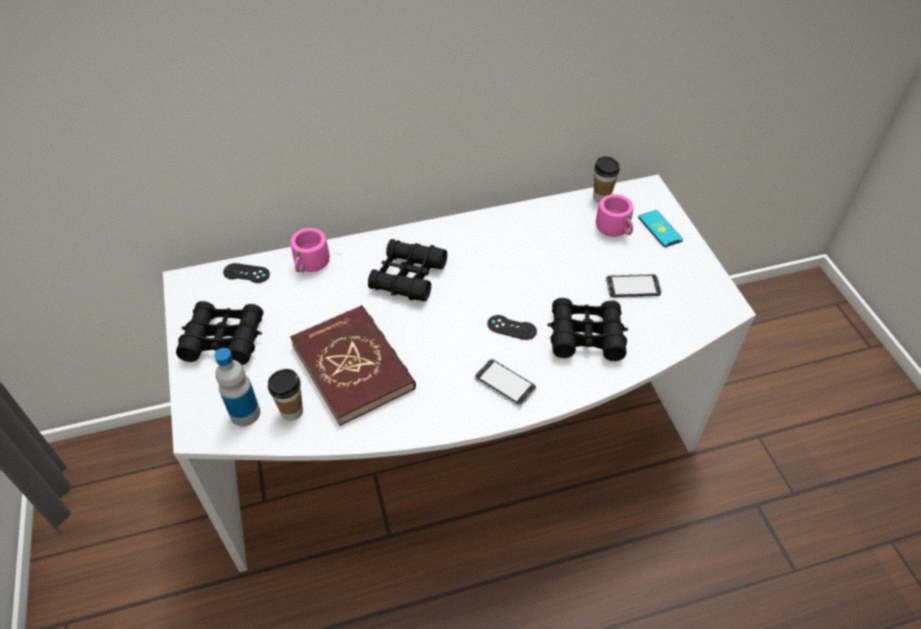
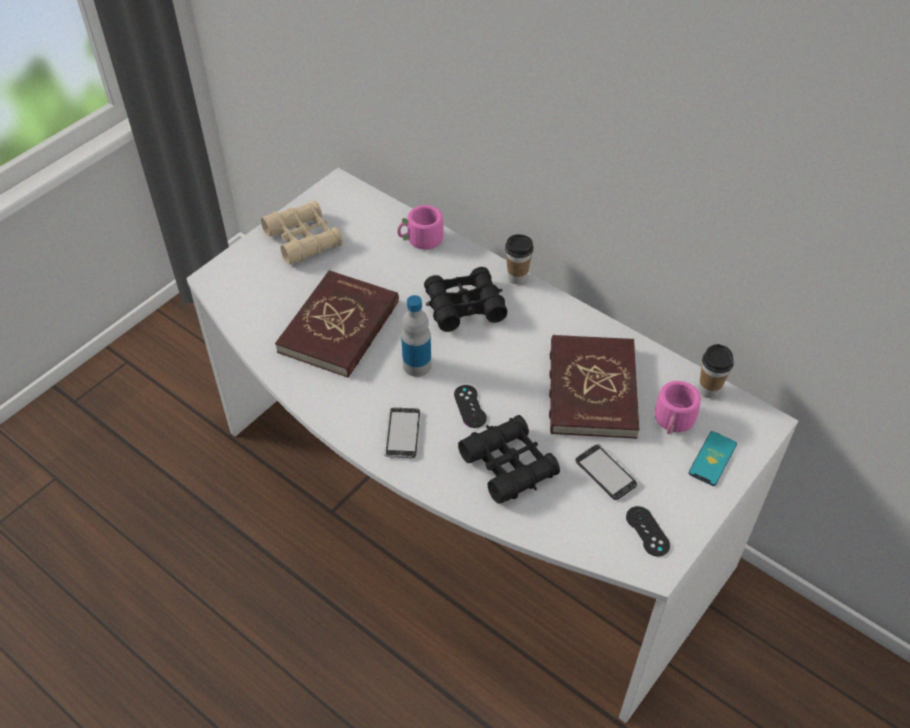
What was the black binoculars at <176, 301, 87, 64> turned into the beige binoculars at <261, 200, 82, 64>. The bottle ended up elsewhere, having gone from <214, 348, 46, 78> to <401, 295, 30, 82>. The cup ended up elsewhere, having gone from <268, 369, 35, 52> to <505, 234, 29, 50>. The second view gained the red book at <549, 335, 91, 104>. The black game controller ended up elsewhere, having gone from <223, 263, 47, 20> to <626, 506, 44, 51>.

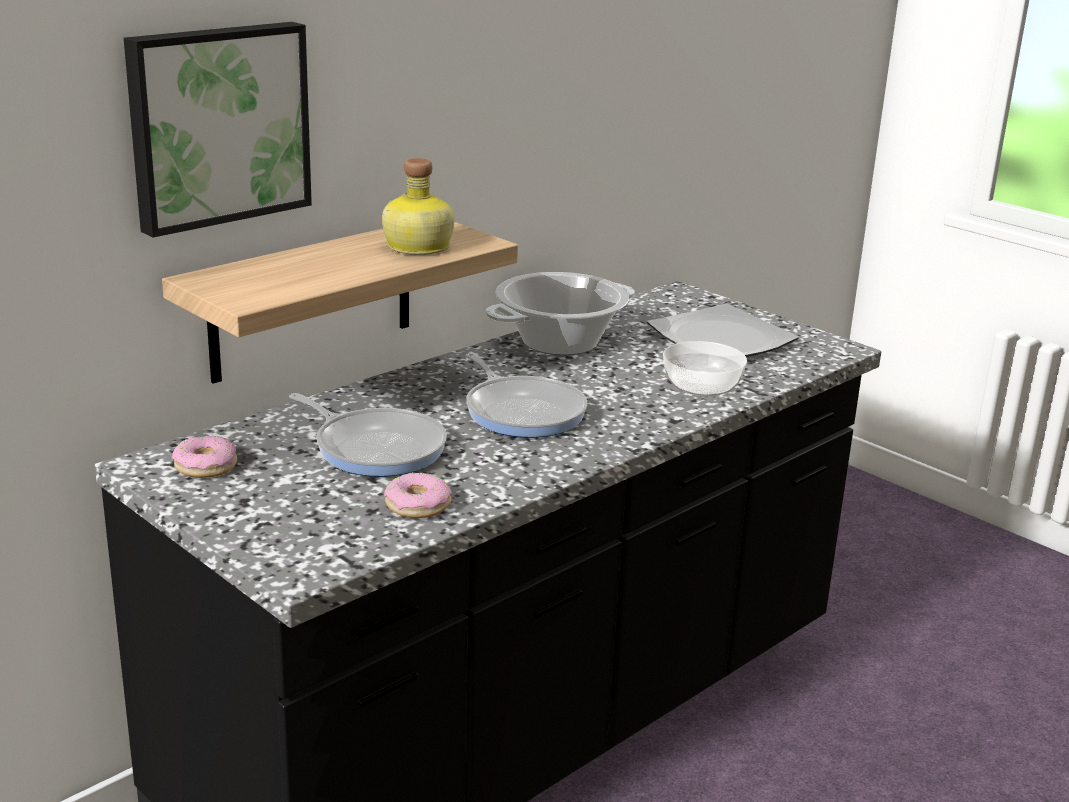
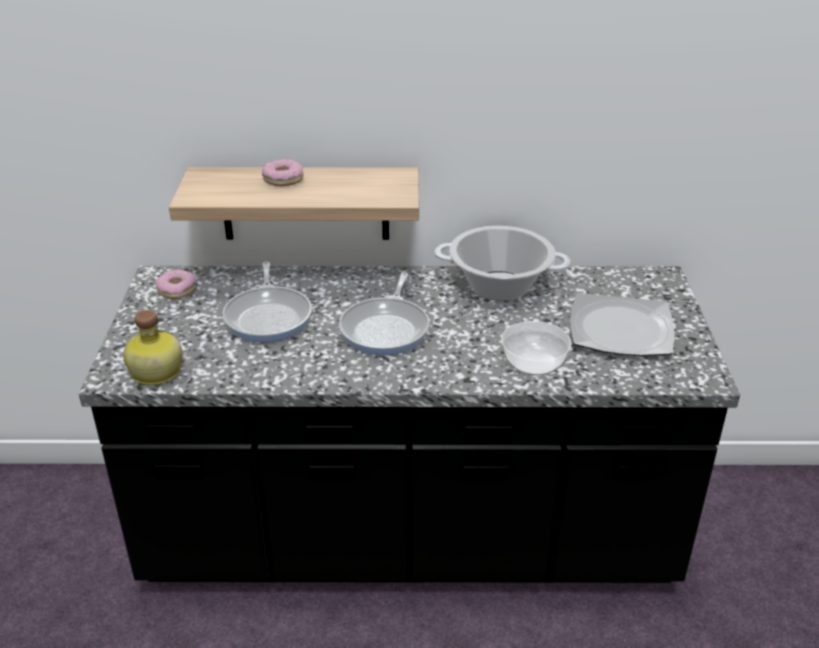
The bottle ended up elsewhere, having gone from <382, 158, 73, 97> to <123, 310, 59, 75>. The donut ended up elsewhere, having gone from <384, 473, 68, 45> to <262, 159, 42, 27>. The second view lost the picture at <124, 22, 188, 215>.

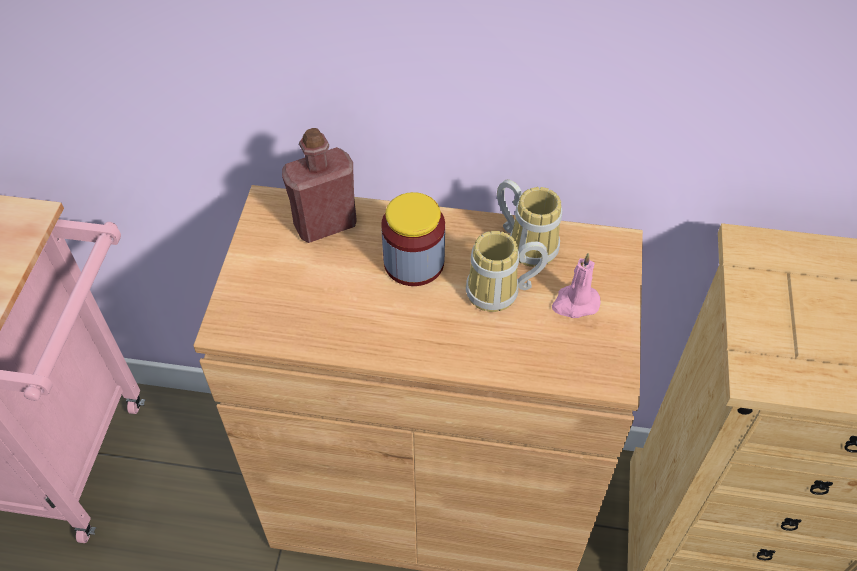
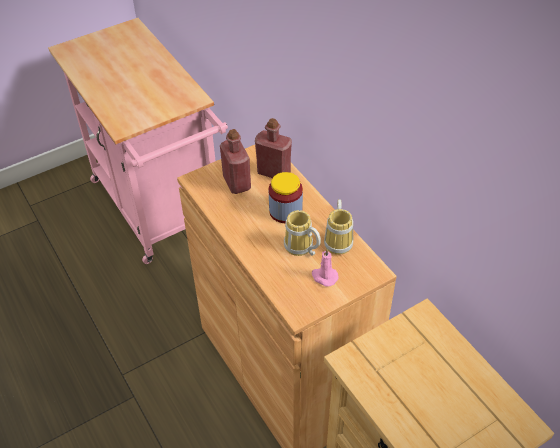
The second view gained the red bottle at <220, 129, 31, 65>.

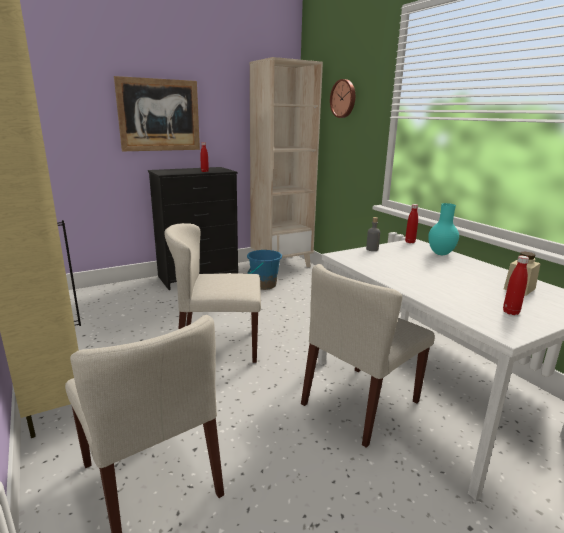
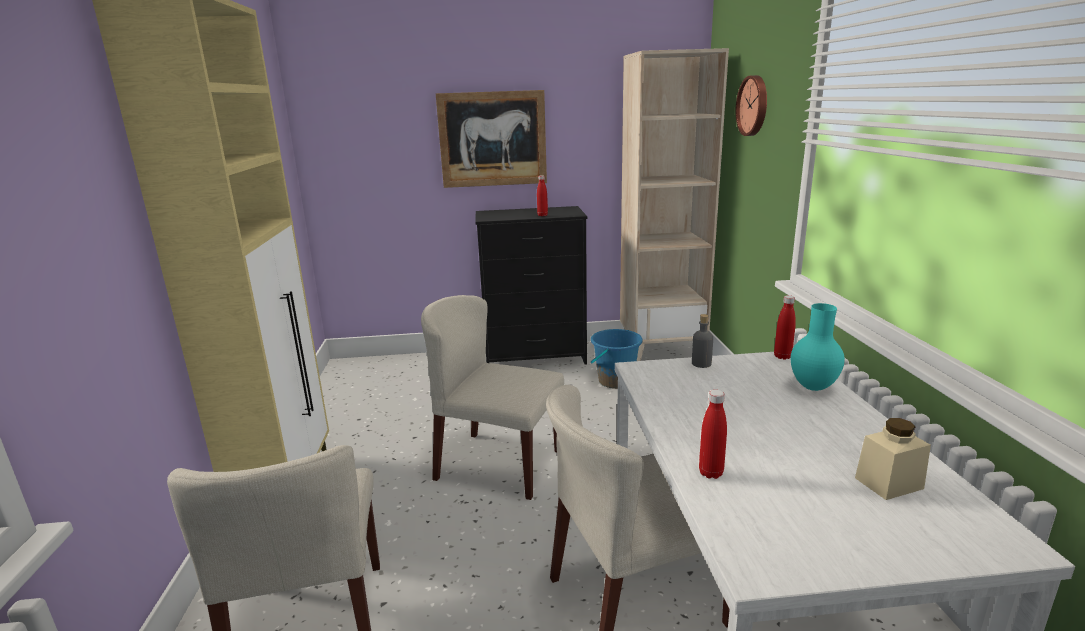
The red bottle ended up elsewhere, having gone from <503, 256, 26, 59> to <699, 390, 28, 89>.

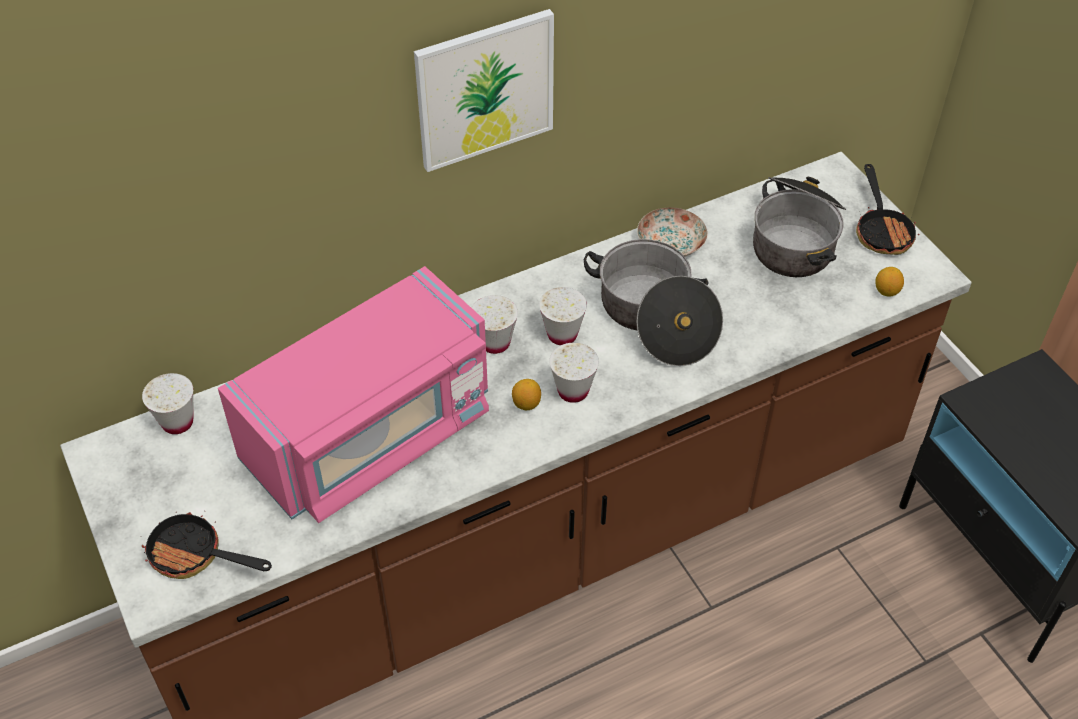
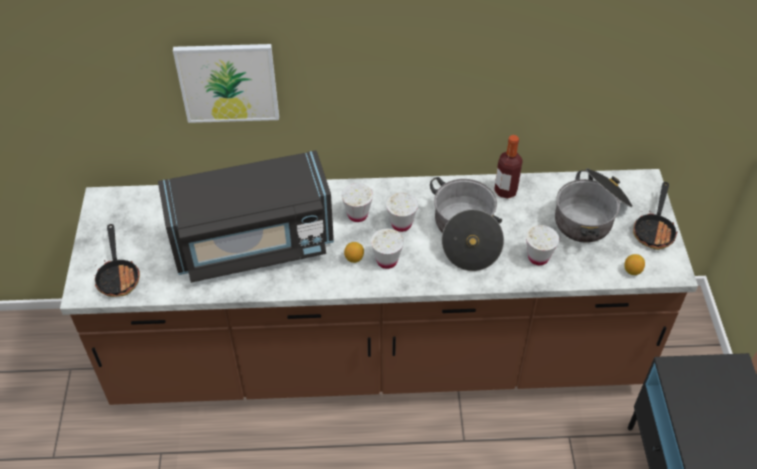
The frying pan at <140, 512, 132, 67> ended up facing another way, 150 degrees counterclockwise from before. What was the pink microwave at <218, 266, 271, 257> turned into the black microwave at <158, 150, 176, 133>. The picture ended up elsewhere, having gone from <414, 9, 140, 163> to <173, 44, 106, 79>. Where the plate stood at <637, 207, 71, 50>, the bottle came to stand at <494, 135, 29, 64>. The white cup ended up elsewhere, having gone from <142, 373, 51, 61> to <526, 225, 33, 40>.

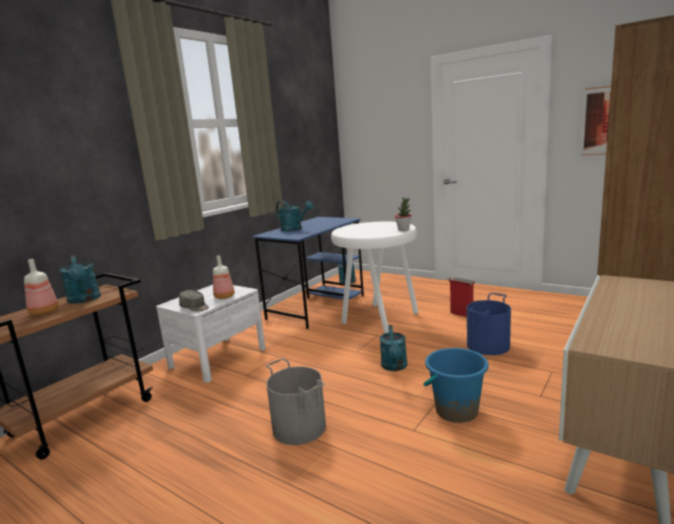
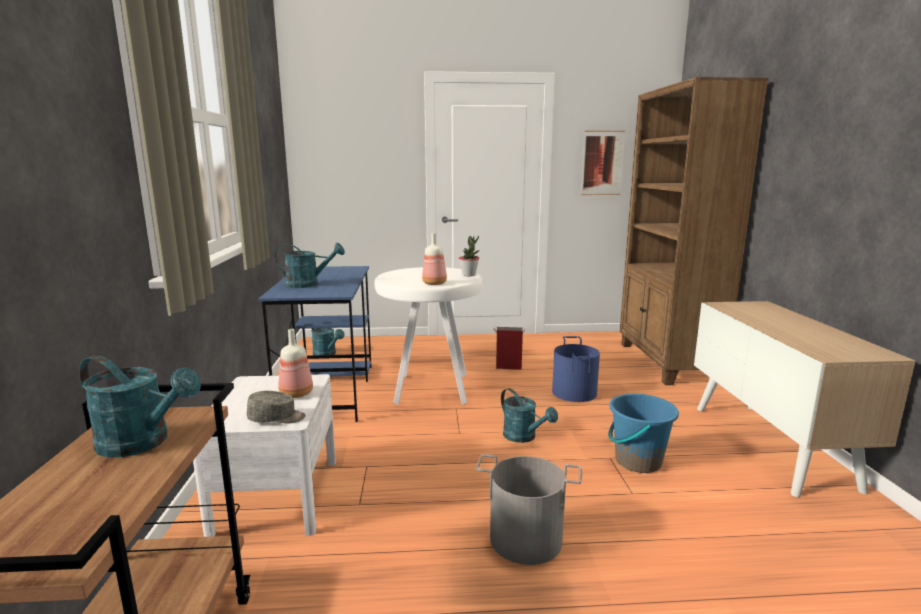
The bottle ended up elsewhere, having gone from <24, 259, 35, 56> to <422, 233, 25, 52>.

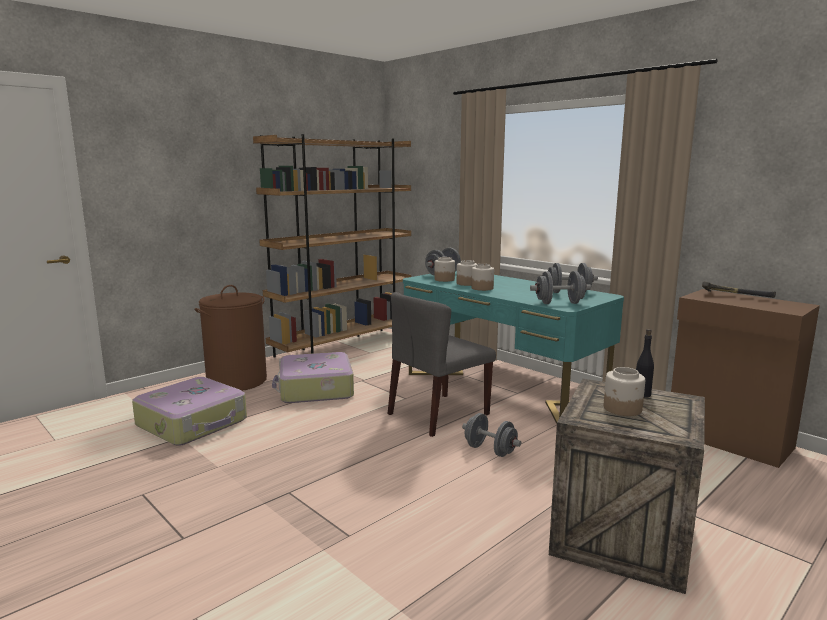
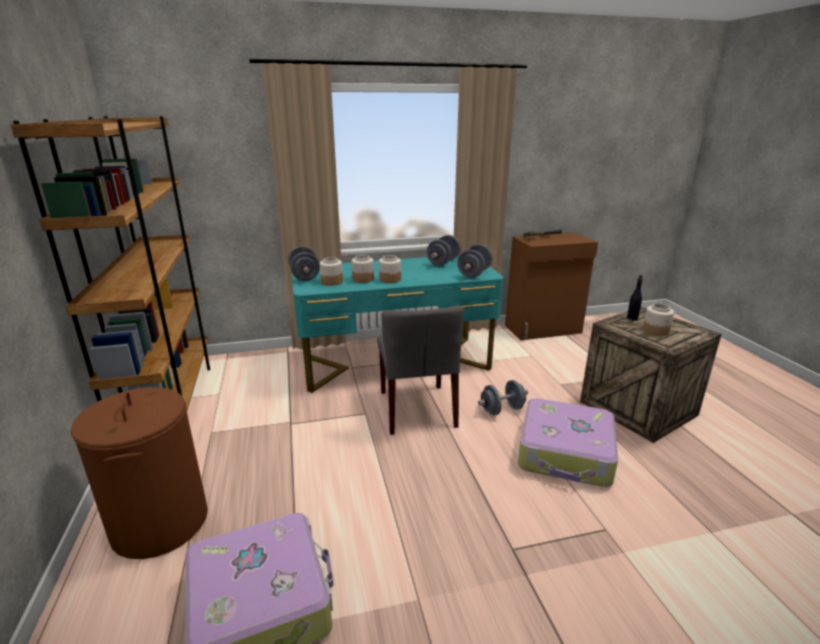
The suitcase ended up elsewhere, having gone from <272, 352, 82, 51> to <518, 398, 100, 89>.

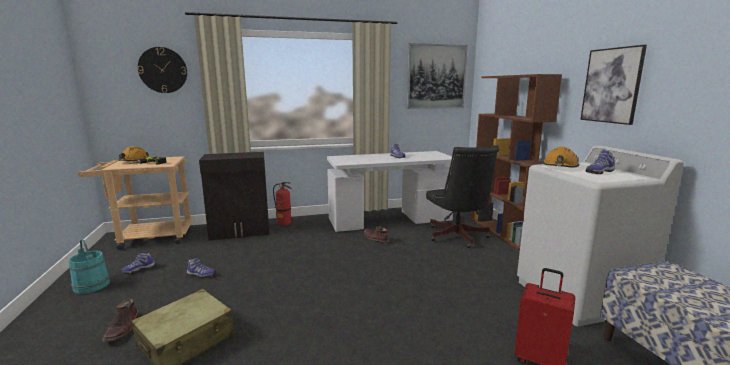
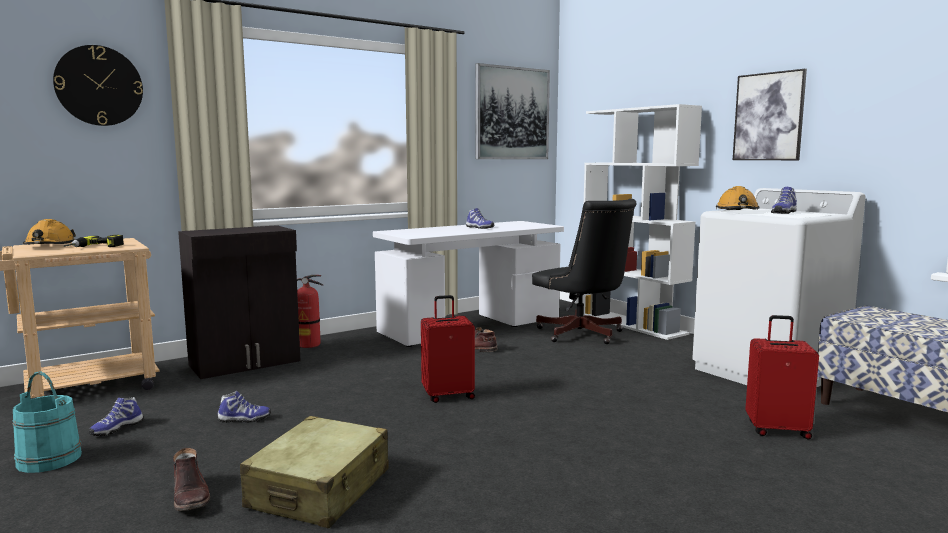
The second view gained the red suitcase at <421, 295, 54, 108>. What was the brown bookcase at <471, 74, 91, 176> turned into the white bookcase at <582, 104, 120, 236>.

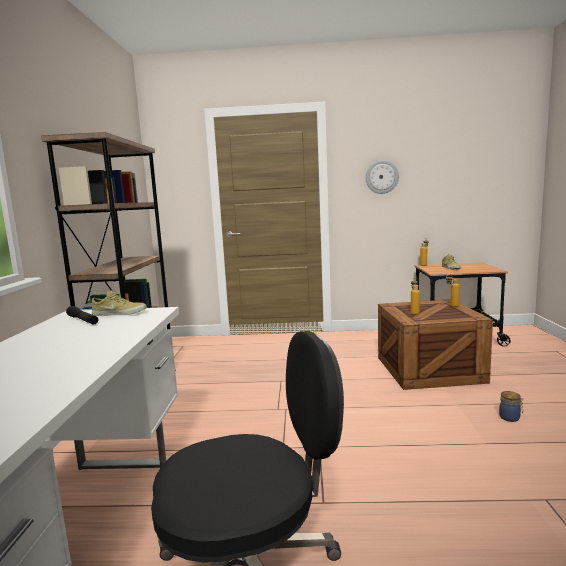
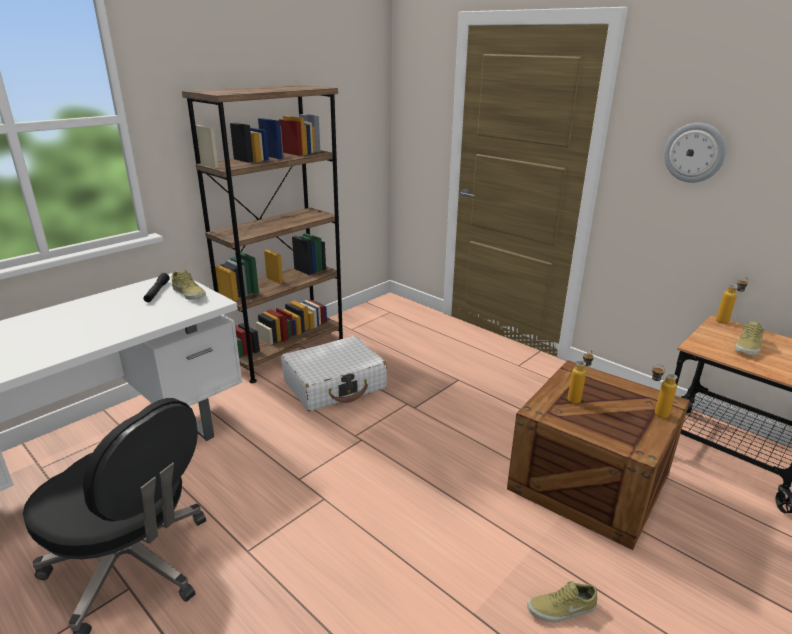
The second view gained the white suitcase at <281, 336, 106, 75>. Where the jar stood at <499, 391, 24, 31>, the beige shoe came to stand at <527, 581, 70, 41>.

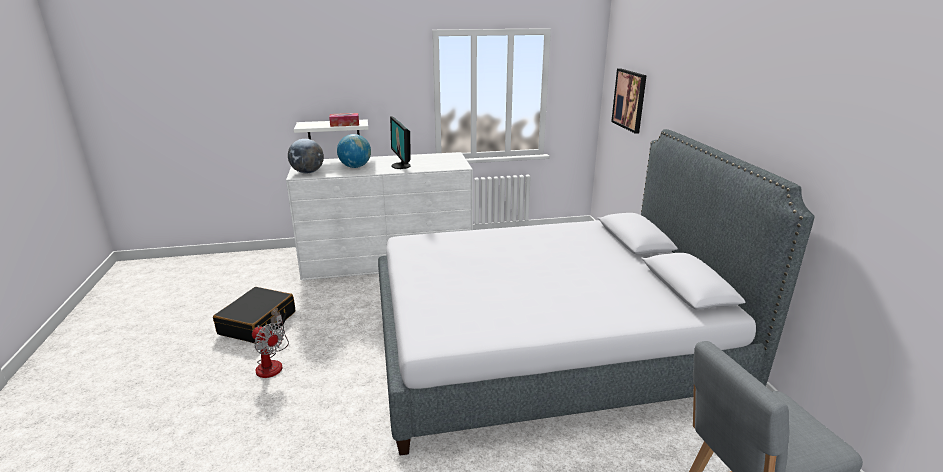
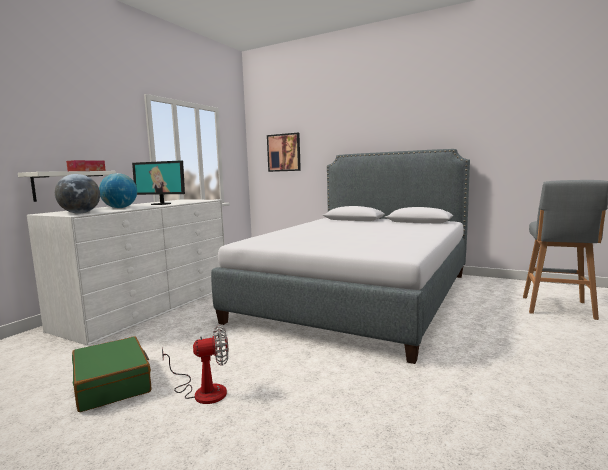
What was the black suitcase at <213, 287, 82, 56> turned into the green suitcase at <72, 336, 79, 76>.

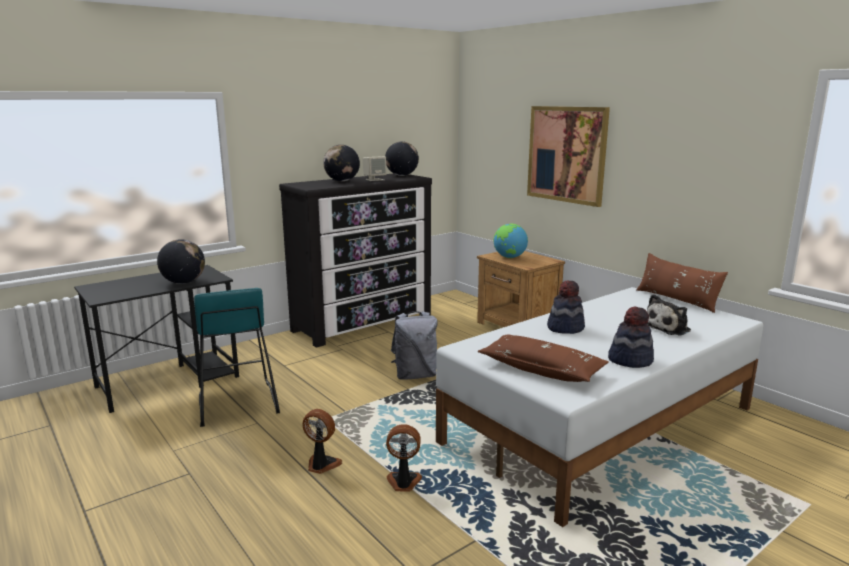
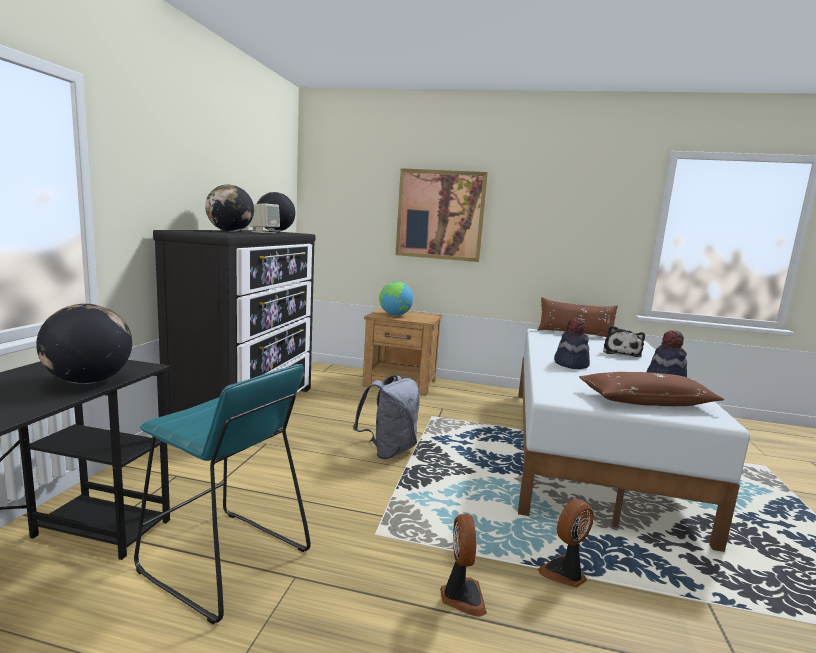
The fan at <302, 409, 40, 65> ended up facing another way, 105 degrees clockwise from before.

